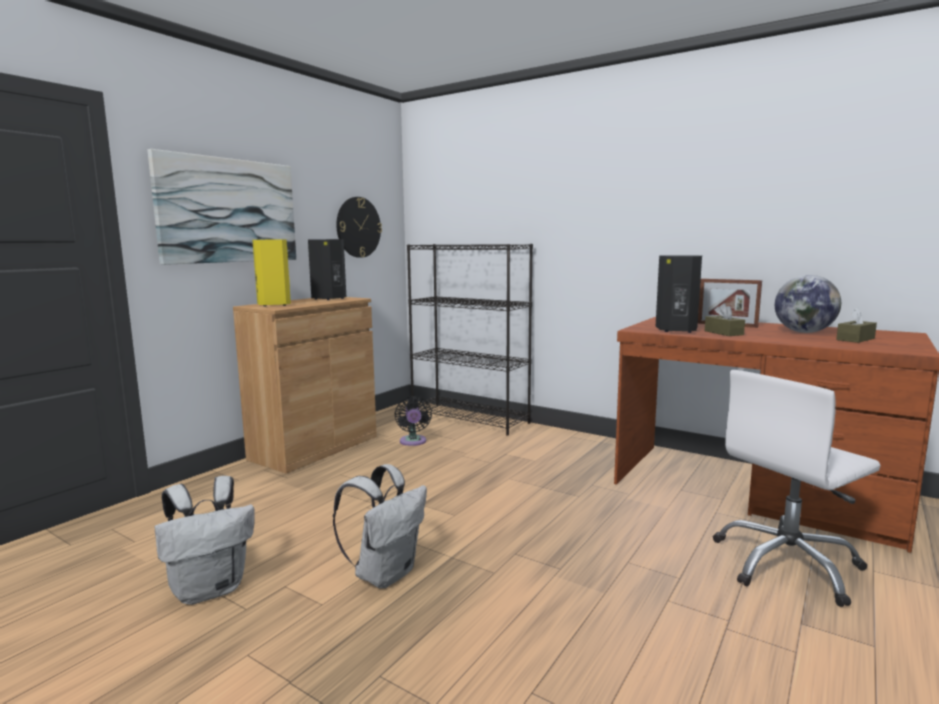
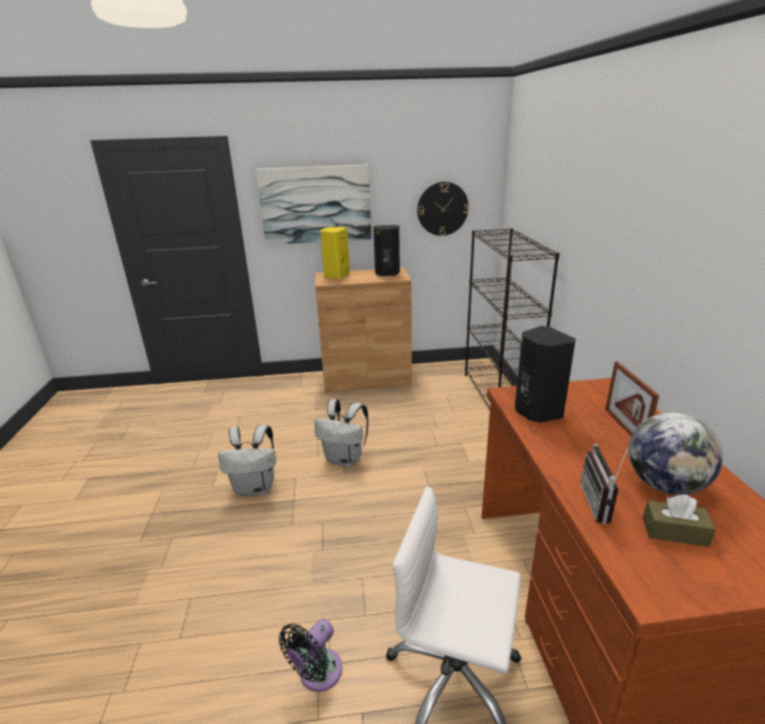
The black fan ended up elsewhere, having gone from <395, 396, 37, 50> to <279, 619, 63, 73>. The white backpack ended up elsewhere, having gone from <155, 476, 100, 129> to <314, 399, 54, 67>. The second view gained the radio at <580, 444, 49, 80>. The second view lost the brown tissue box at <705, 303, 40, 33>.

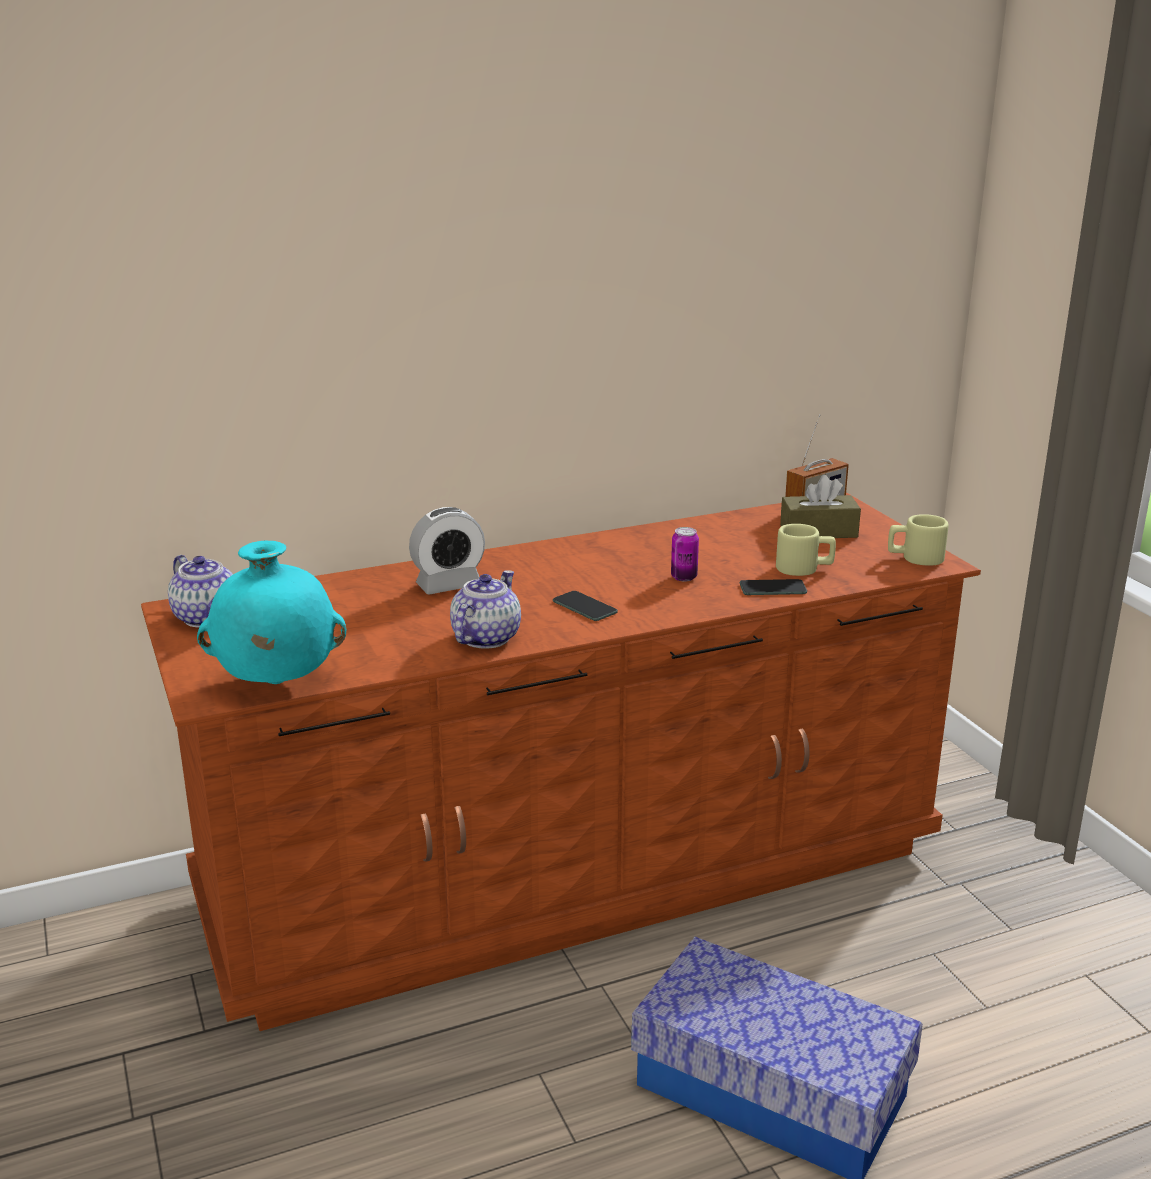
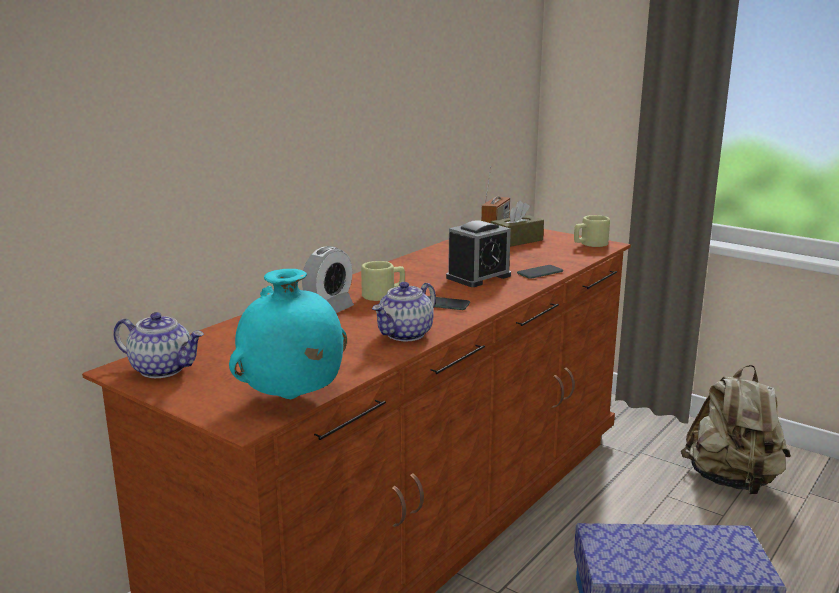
The beige mug ended up elsewhere, having gone from <776, 524, 60, 52> to <361, 261, 44, 40>. The teapot at <450, 570, 71, 79> ended up facing another way, 135 degrees counterclockwise from before. Where the can stood at <671, 527, 28, 55>, the alarm clock came to stand at <446, 220, 65, 67>. The second view gained the beige backpack at <681, 365, 110, 129>.

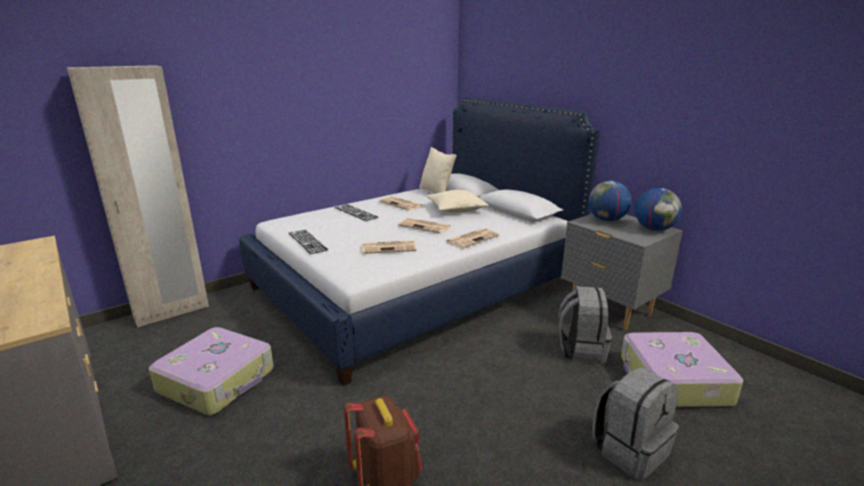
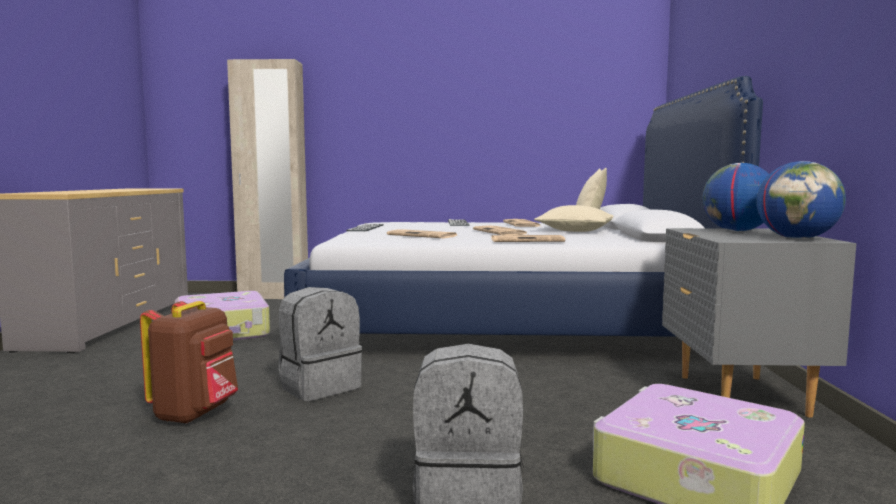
The grey backpack ended up elsewhere, having gone from <558, 286, 54, 78> to <278, 287, 84, 114>.

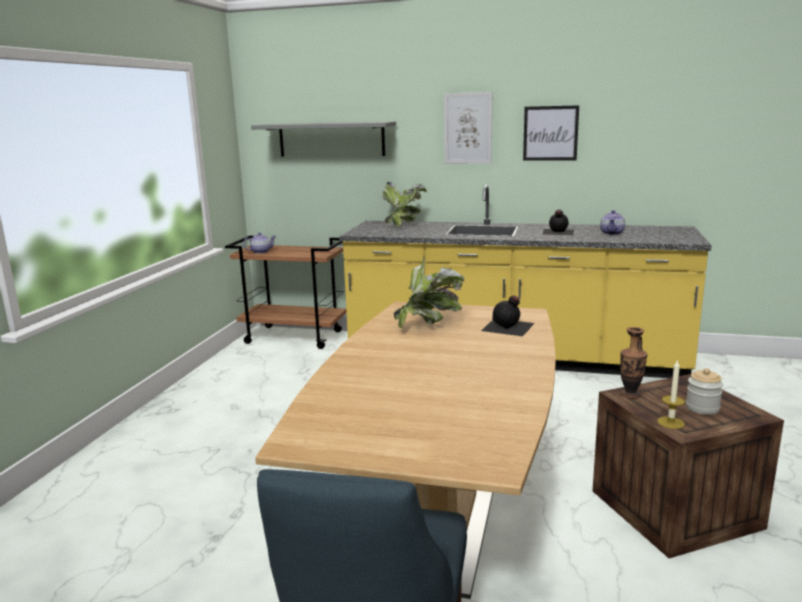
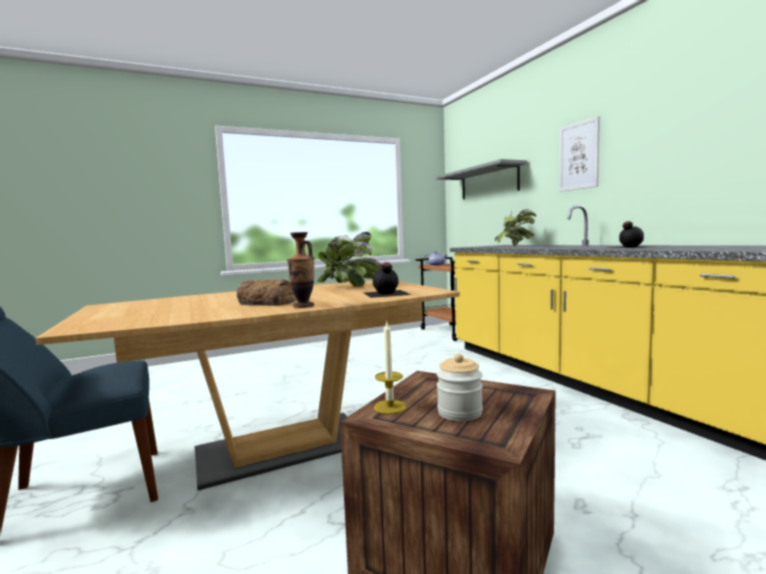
The second view gained the bread at <237, 279, 59, 27>. The vase ended up elsewhere, having gone from <620, 327, 28, 72> to <287, 232, 27, 76>. The second view lost the picture at <523, 105, 56, 56>. The second view lost the teapot at <600, 210, 25, 25>.

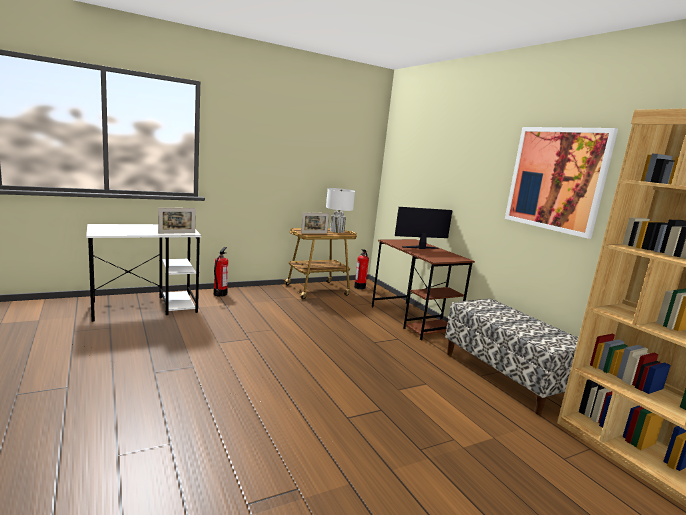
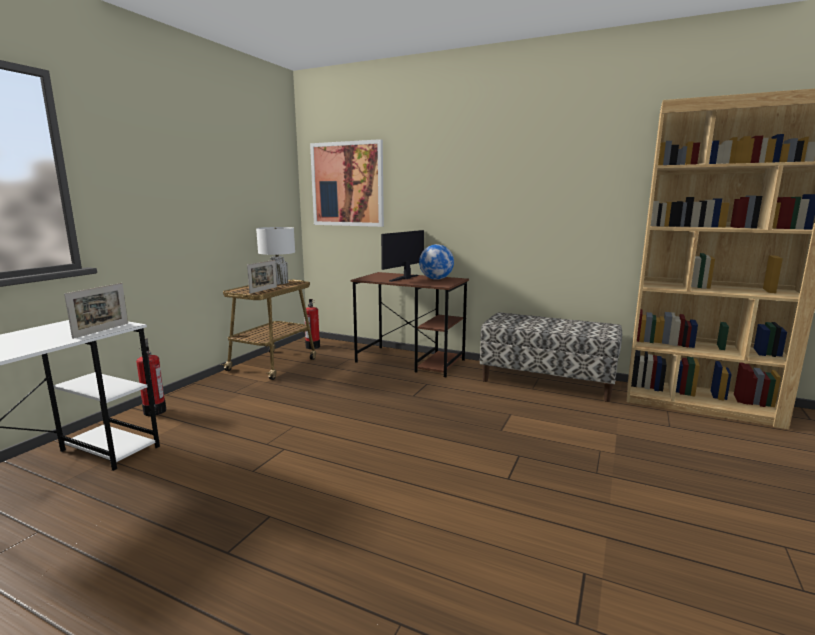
The picture ended up elsewhere, having gone from <505, 127, 113, 112> to <310, 139, 74, 88>. The second view gained the globe at <419, 244, 35, 36>.

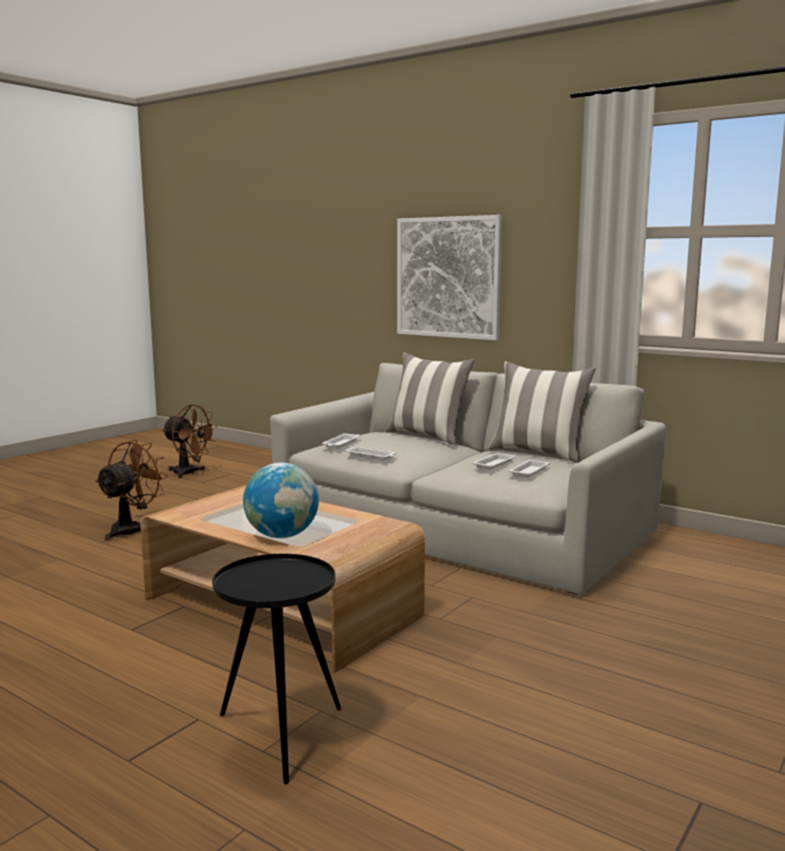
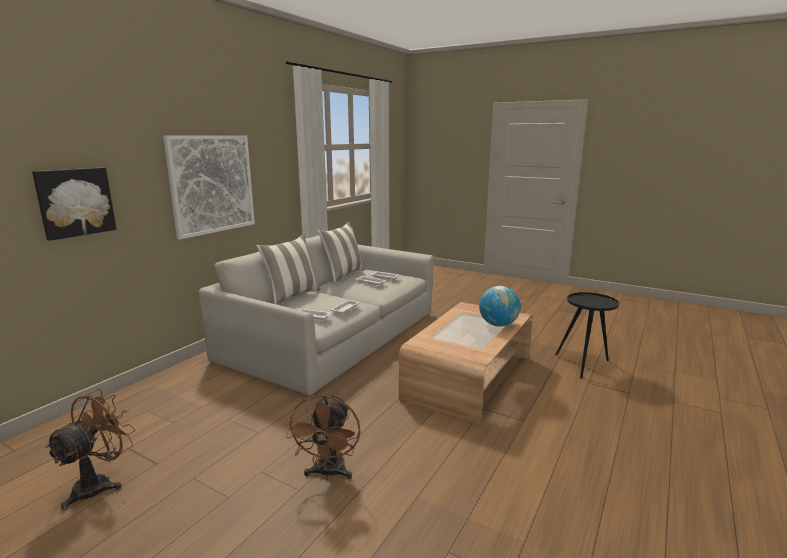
The second view gained the picture at <32, 168, 84, 73>. The brown fan at <95, 440, 74, 101> ended up facing another way, 105 degrees counterclockwise from before.

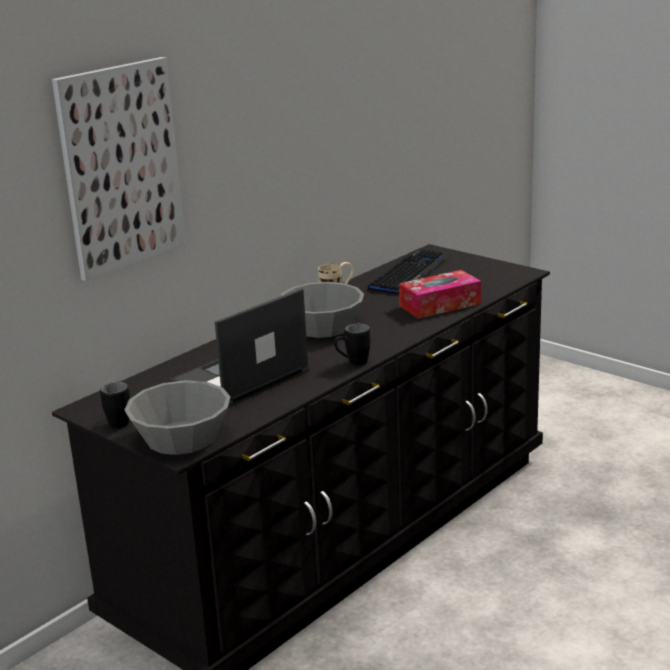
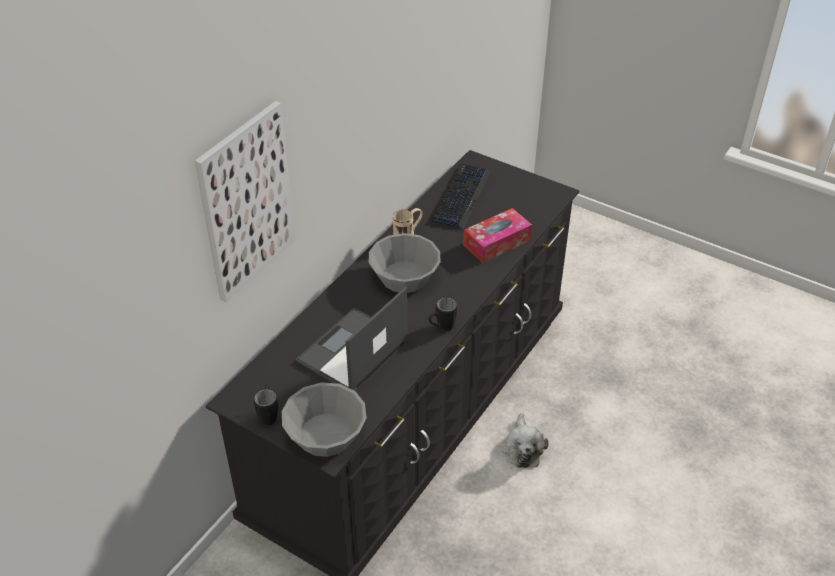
The second view gained the plush toy at <502, 413, 47, 55>.

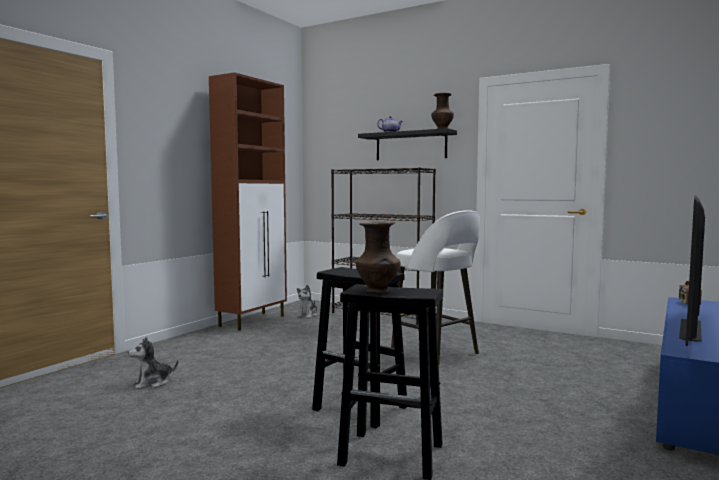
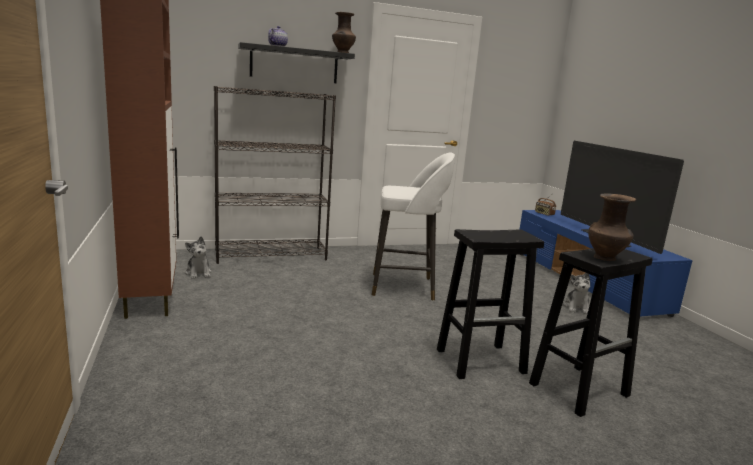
The plush toy ended up elsewhere, having gone from <128, 337, 50, 52> to <563, 273, 27, 41>.

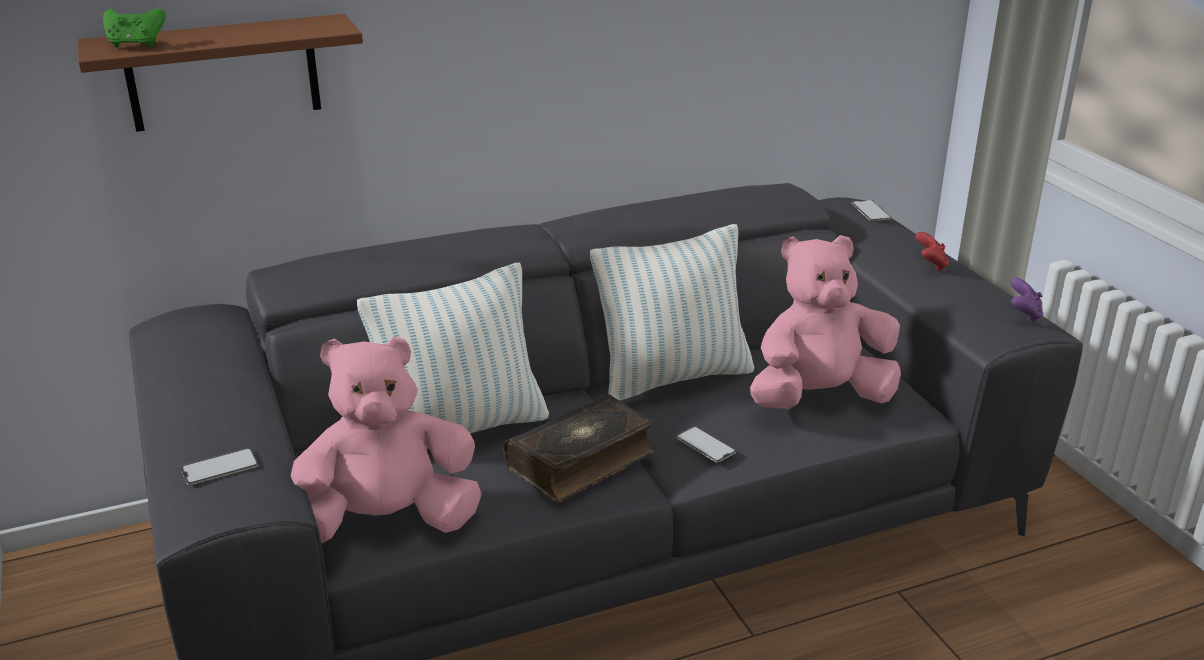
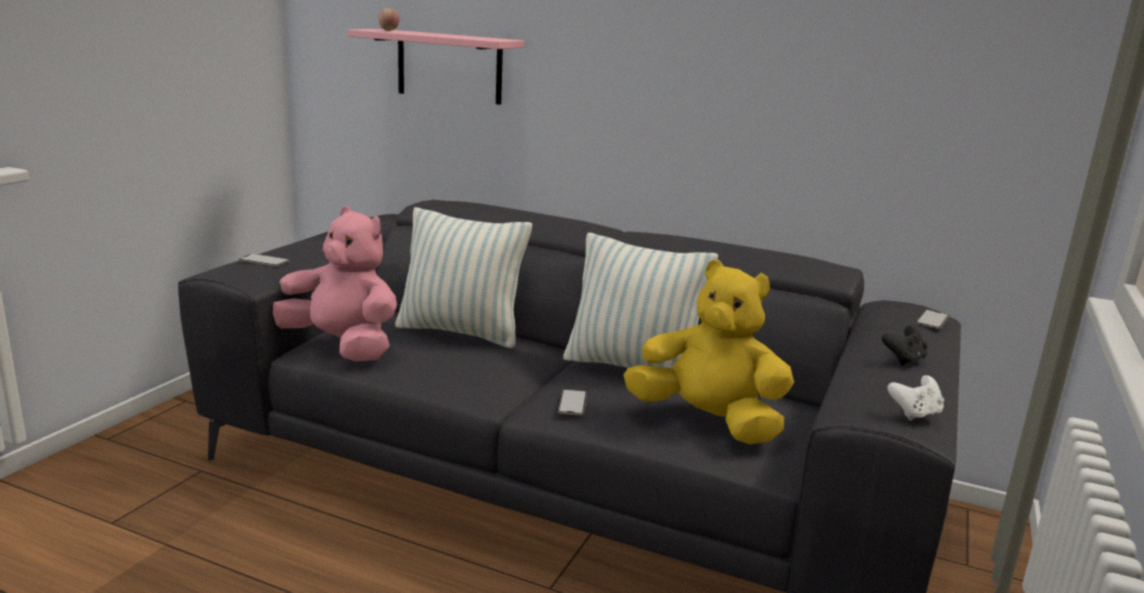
What was the brown shelf at <77, 14, 286, 118> turned into the pink shelf at <348, 29, 176, 76>. Where the green game controller stood at <103, 8, 63, 40>, the apple came to stand at <378, 8, 22, 23>. What was the pink plush toy at <750, 235, 151, 174> turned into the yellow plush toy at <623, 260, 171, 184>. What was the red game controller at <916, 232, 33, 39> turned into the black game controller at <882, 326, 46, 39>. What was the purple game controller at <1011, 278, 32, 45> turned into the white game controller at <887, 375, 57, 46>. The second view lost the book at <504, 394, 150, 108>.

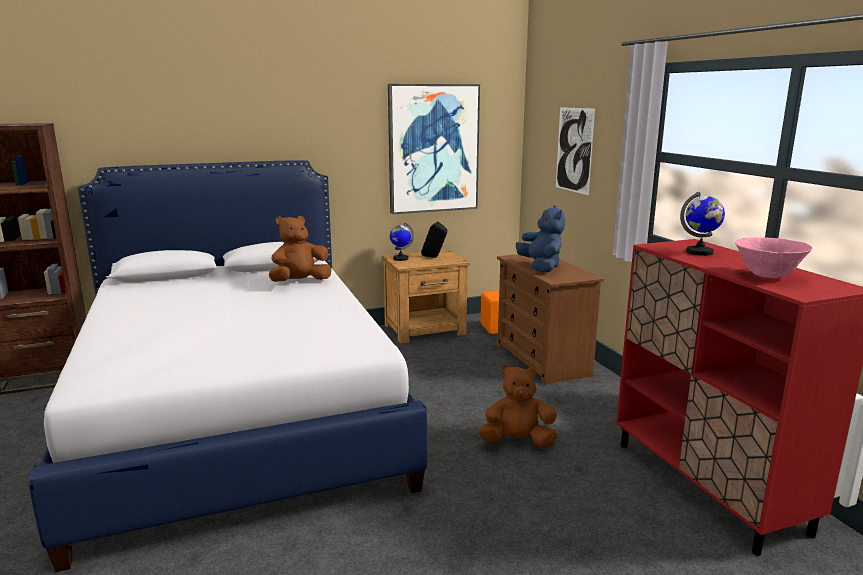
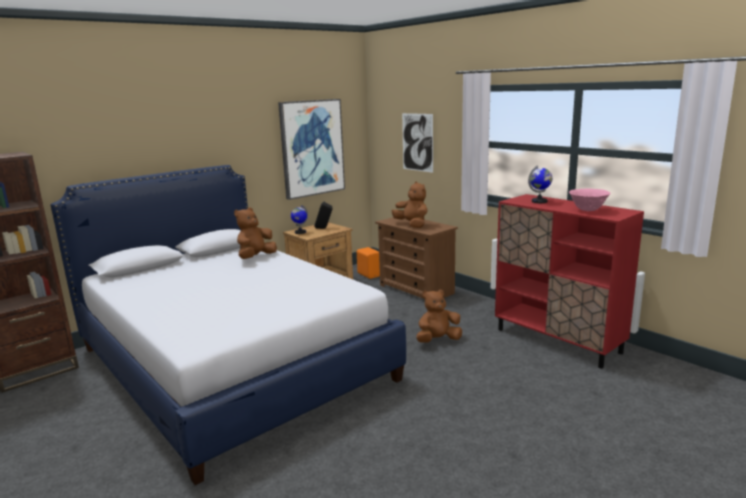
What was the blue plush toy at <516, 205, 49, 68> turned into the brown plush toy at <392, 181, 36, 47>.

